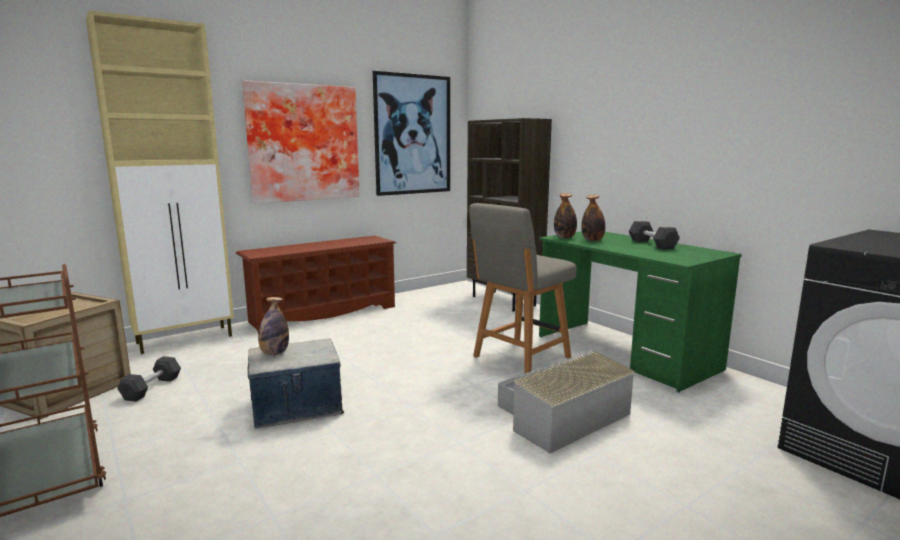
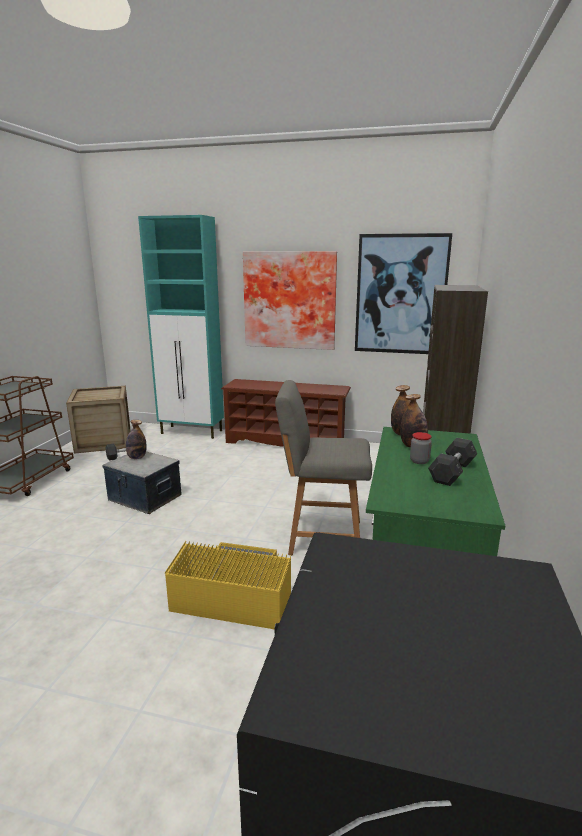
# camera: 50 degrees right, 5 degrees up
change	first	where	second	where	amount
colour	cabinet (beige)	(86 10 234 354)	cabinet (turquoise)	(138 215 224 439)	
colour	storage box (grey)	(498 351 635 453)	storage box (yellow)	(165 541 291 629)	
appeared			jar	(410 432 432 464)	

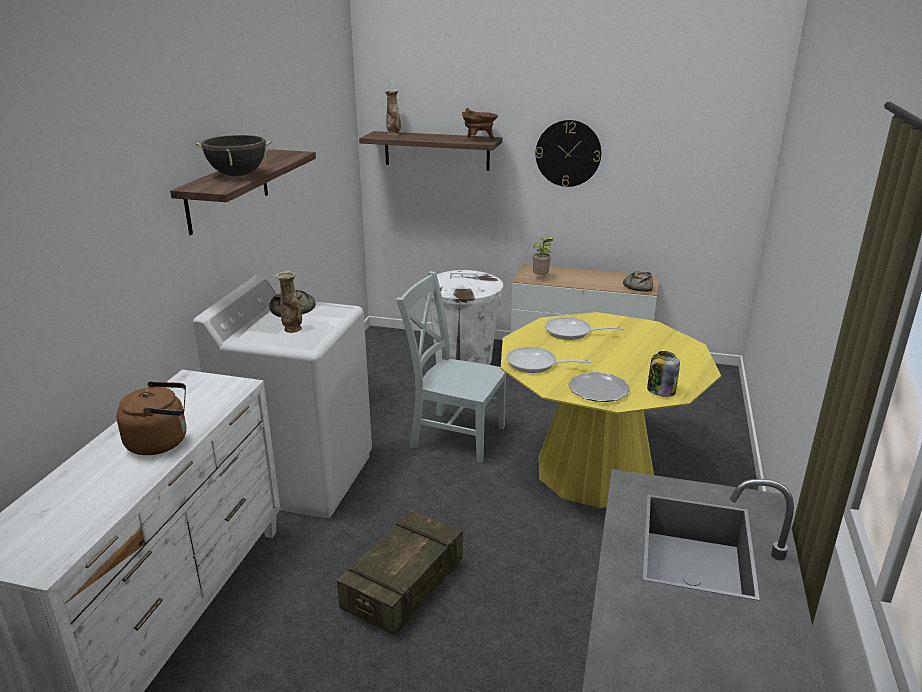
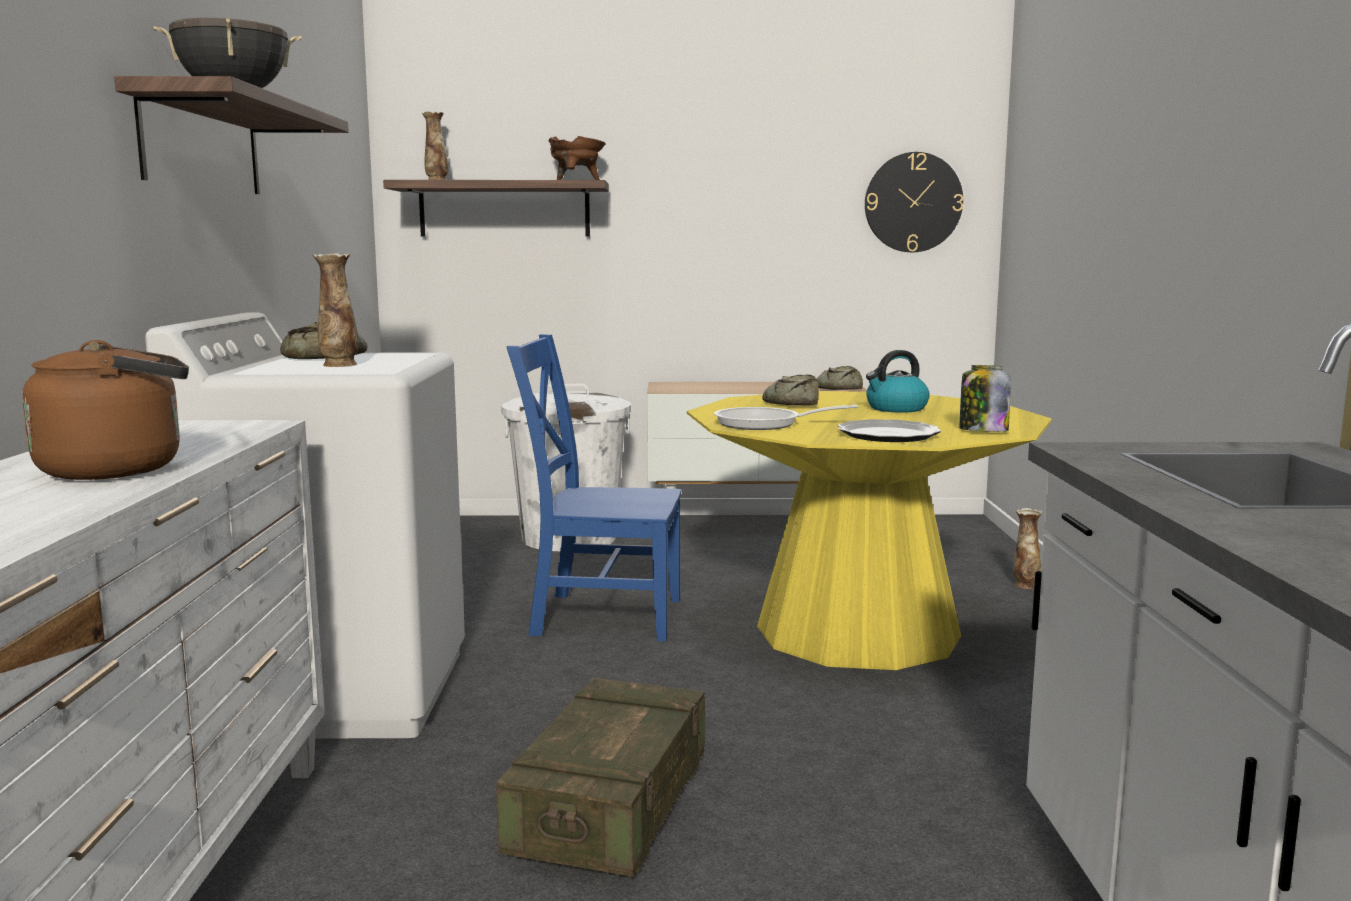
# camera: 15 degrees left, 15 degrees down
change	first	where	second	where	amount
colour	chair (grey)	(396 271 506 463)	chair (blue)	(506 334 681 641)	
missing	potted plant	(532 237 553 276)			
relocated	wall clock	(536 120 601 187)		(865 152 963 252)	
exchanged	frying pan	(545 317 624 340)	bread	(762 375 819 405)	
appeared			kettle	(866 350 930 413)	
appeared			vase	(1013 508 1043 589)	

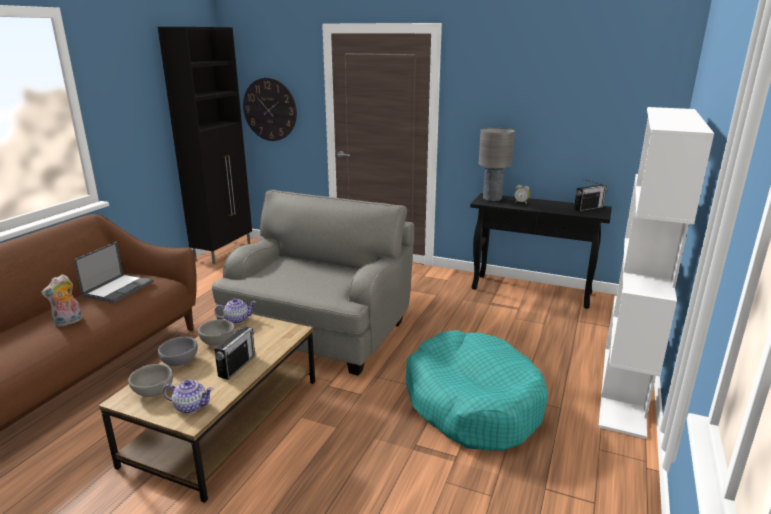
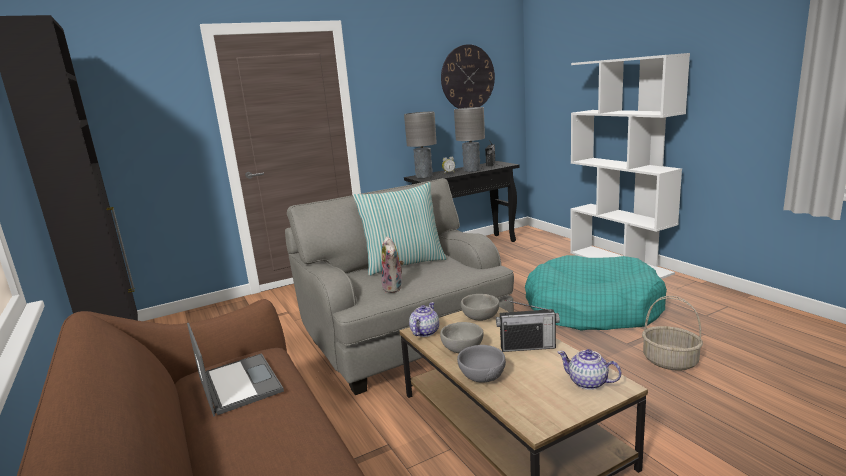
# camera: 50 degrees left, 5 degrees down
change	first	where	second	where	amount
relocated	plush toy	(41 274 82 327)		(382 236 404 293)	
relocated	bowl (grey)	(128 364 173 397)		(461 294 499 321)	
spun	teapot	(163 380 213 414)		(557 349 621 390)	105 degrees counterclockwise
spun	radio	(214 327 255 380)		(496 300 560 352)	120 degrees clockwise
relocated	wall clock	(243 78 297 141)		(441 44 495 108)	
appeared			pillow	(353 182 447 276)	
appeared			table lamp (grey)	(454 107 485 172)	
appeared			basket	(642 296 703 371)	

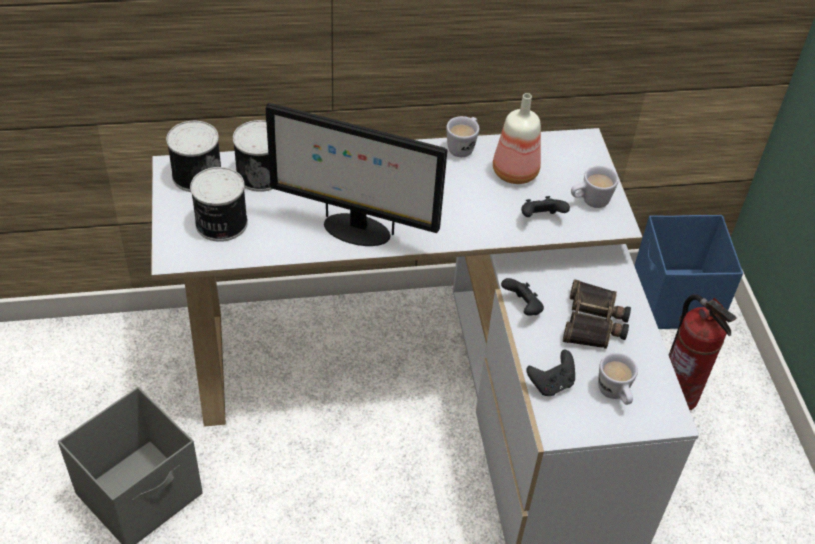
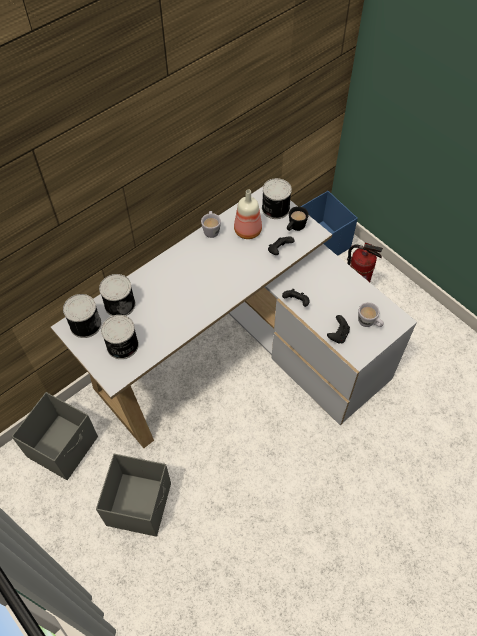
# camera: 30 degrees left, 10 degrees up
change	first	where	second	where	amount
missing	monitor	(266 103 447 246)			
missing	binoculars	(563 279 631 349)			
colour	mug (white)	(571 166 619 208)	mug (black)	(287 206 309 231)	
appeared			storage box (grey)	(12 392 98 480)	
appeared			can	(262 178 292 219)	

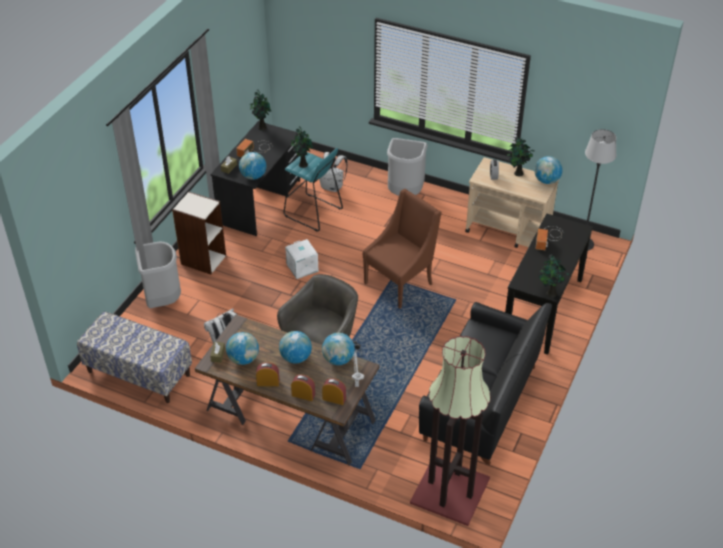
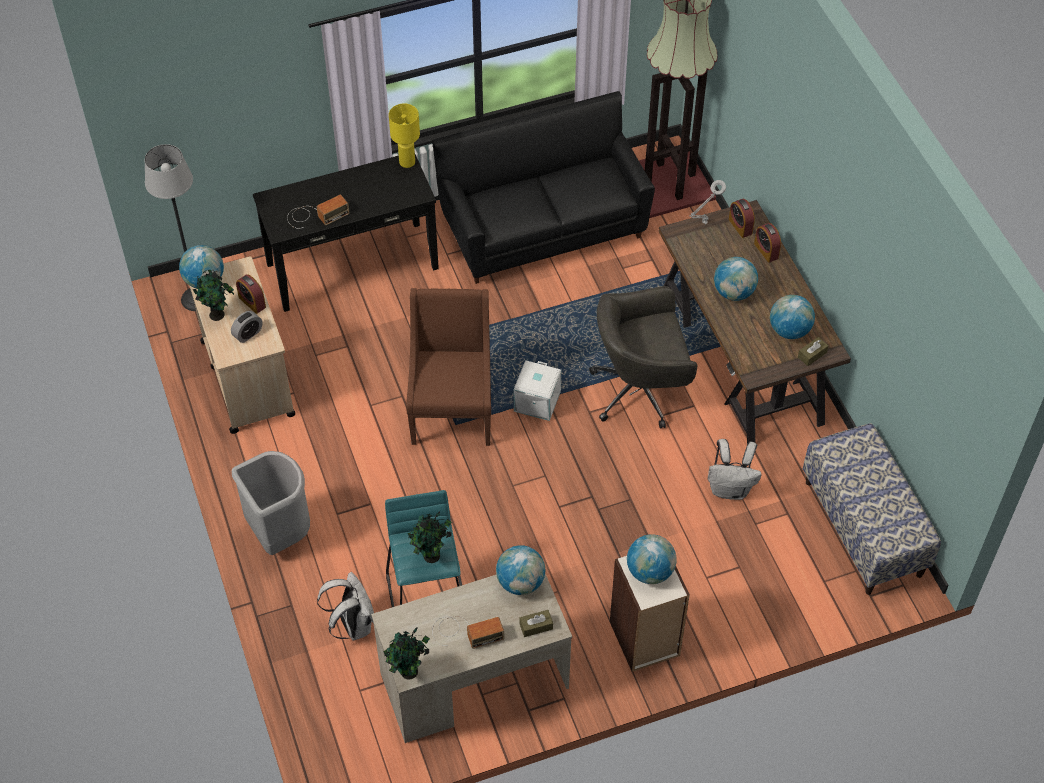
# camera: 135 degrees left, 10 degrees up
change	first	where	second	where	amount
missing	trash can (grey)	(135 241 181 308)			
colour	desk (black)	(211 121 300 236)	desk (beige)	(371 574 572 743)	
relocated	alarm clock	(256 362 279 386)		(236 274 266 314)	
relocated	storage box (white)	(285 239 319 279)		(514 360 561 421)	
relocated	globe	(322 333 355 365)		(627 534 676 584)	
spun	armchair (brown)	(363 189 441 309)		(406 288 491 446)	90 degrees clockwise
exchanged	potted plant	(539 254 570 298)	table lamp (yellow)	(389 103 420 168)	

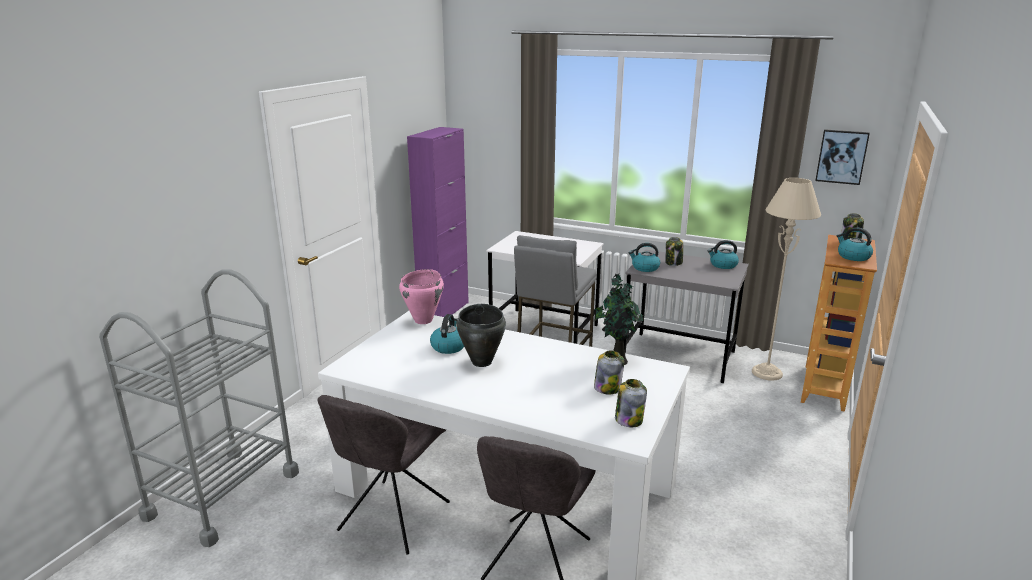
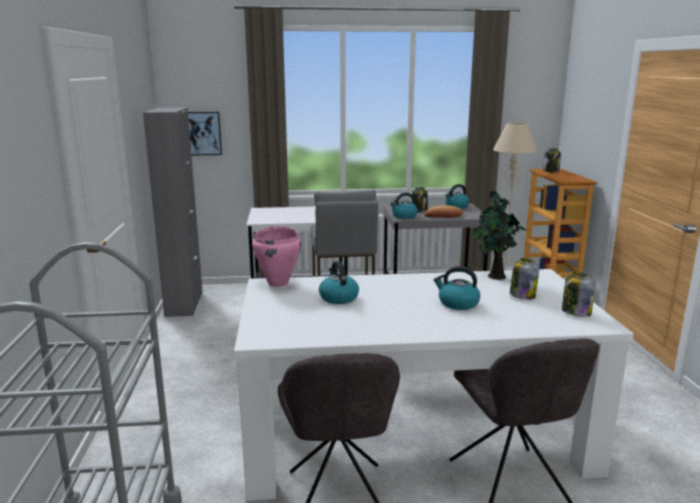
# camera: 30 degrees left, 5 degrees down
change	first	where	second	where	amount
colour	cabinet (purple)	(407 127 469 317)	cabinet (grey)	(143 108 203 317)	
missing	cooking pot (black)	(456 304 506 367)			
relocated	picture	(815 129 870 185)		(188 112 222 155)	
relocated	kettle	(837 227 873 261)		(433 266 480 310)	
appeared			bread	(425 205 463 218)	

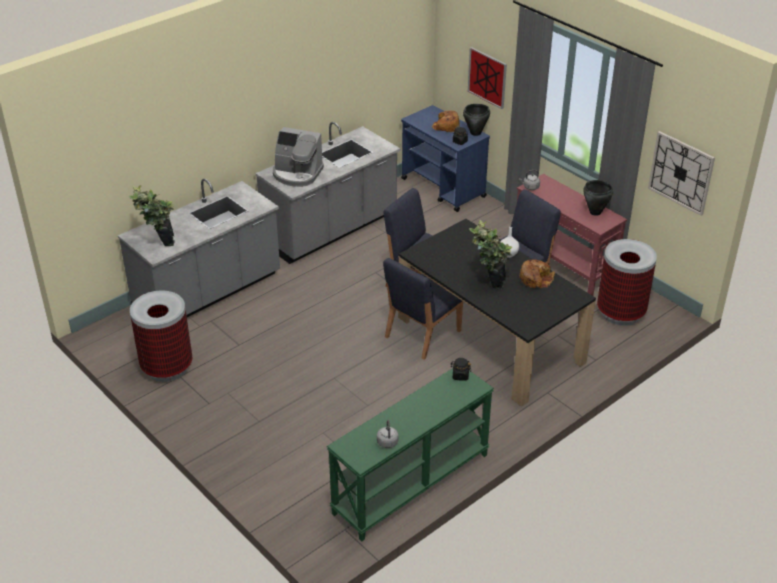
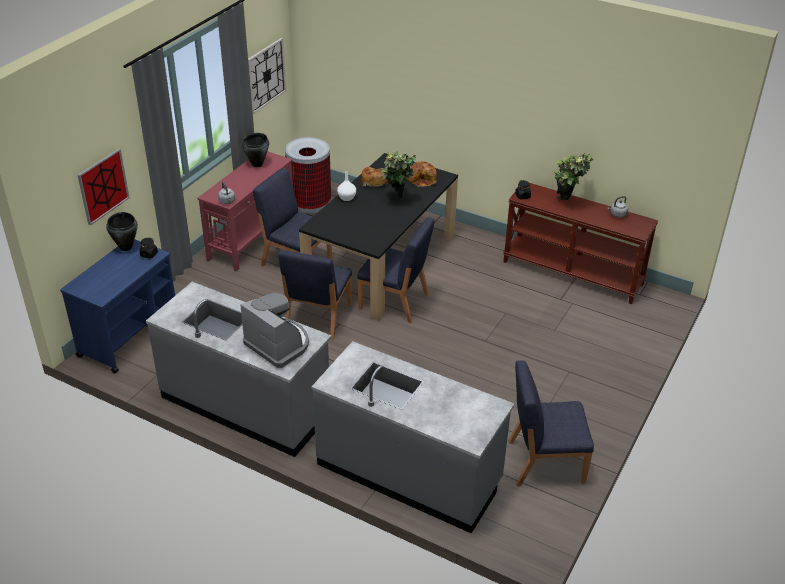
# camera: 110 degrees left, 0 degrees up
change	first	where	second	where	amount
relocated	potted plant	(128 185 175 246)		(554 153 593 200)	
exchanged	trash can	(130 291 192 382)	chair (blue)	(509 361 594 486)	
spun	coffee machine	(273 127 324 187)		(240 293 309 368)	45 degrees counterclockwise
colour	console table (green)	(327 368 494 542)	console table (brown)	(503 183 658 304)	
relocated	bread	(432 111 460 132)		(408 161 437 187)	

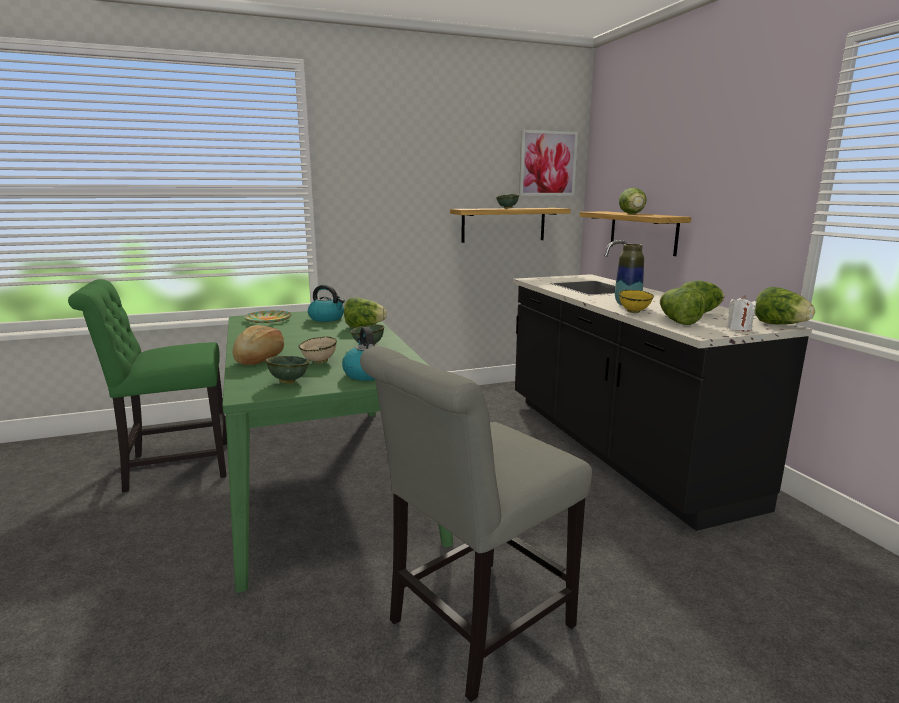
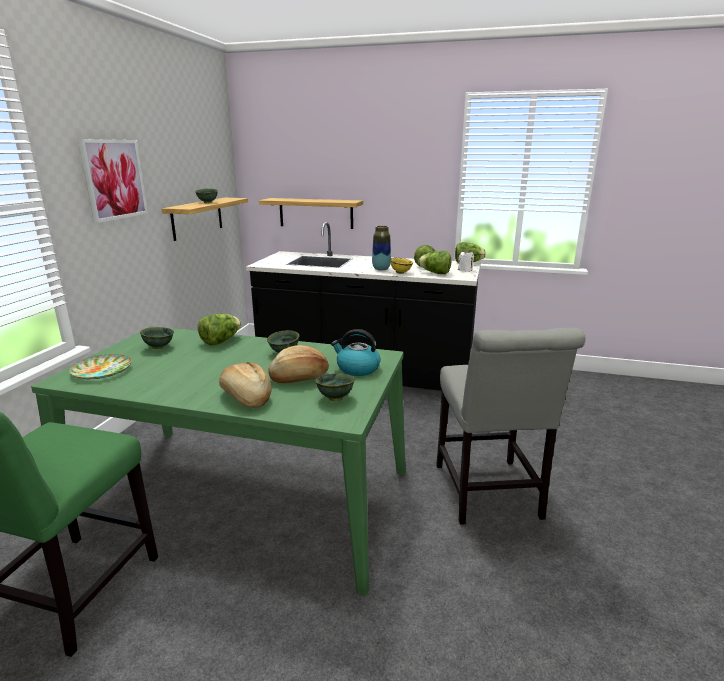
# camera: 55 degrees left, 5 degrees up
change	first	where	second	where	amount
exchanged	bowl (beige)	(298 336 337 364)	bread	(269 345 329 383)	
exchanged	kettle	(308 285 345 322)	bowl (green)	(140 327 174 349)	
relocated	picture	(519 130 578 196)		(78 139 148 223)	
missing	lettuce	(619 188 646 214)			

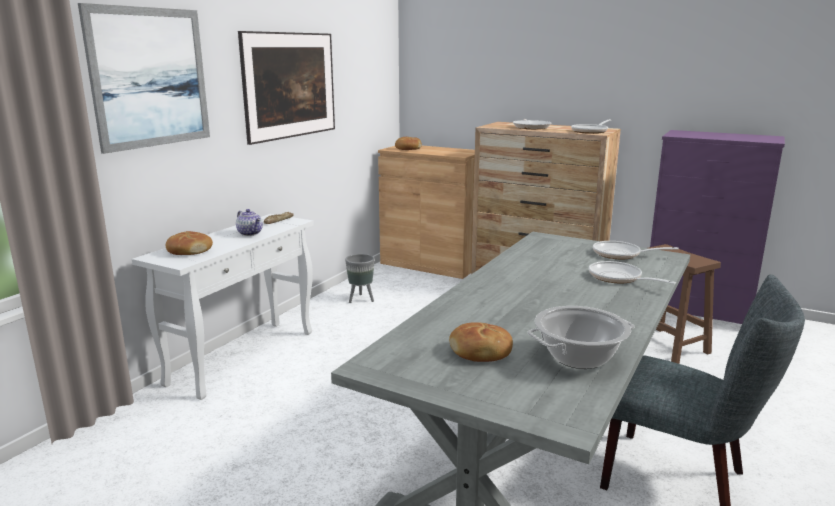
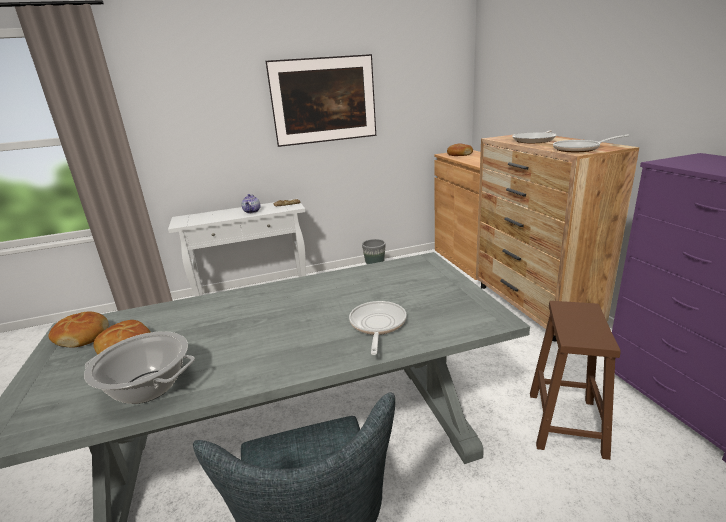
# camera: 45 degrees right, 5 degrees up
change	first	where	second	where	amount
missing	picture	(78 3 210 154)			
relocated	bread	(166 231 213 255)		(48 312 109 348)	
missing	frying pan	(593 241 678 259)			

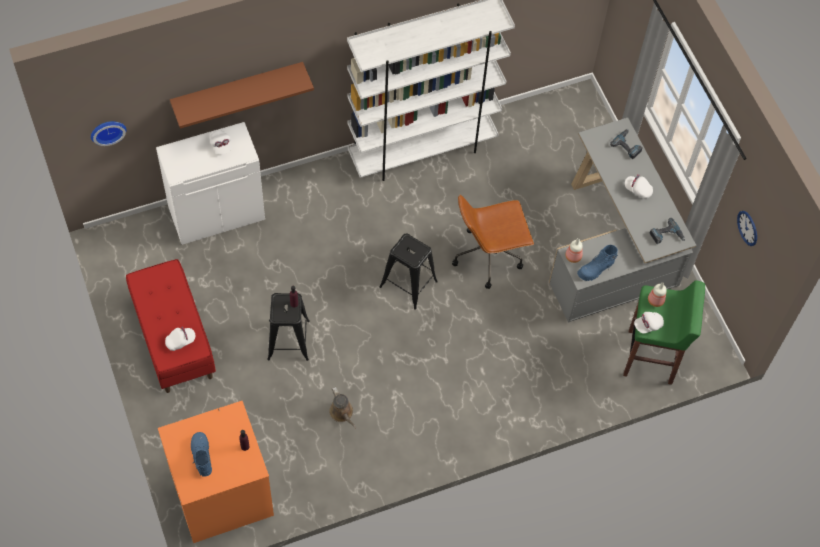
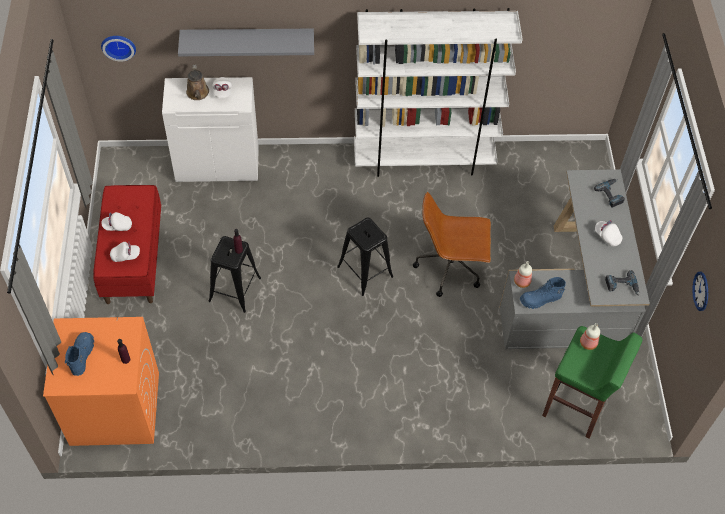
# camera: 20 degrees right, 5 degrees down
change	first	where	second	where	amount
colour	shelf (brown)	(170 62 314 129)	shelf (grey)	(178 29 314 56)	
relocated	watering can (brown)	(329 387 356 429)		(186 65 209 100)	
relocated	cap (white)	(634 312 664 334)		(101 212 132 231)	

